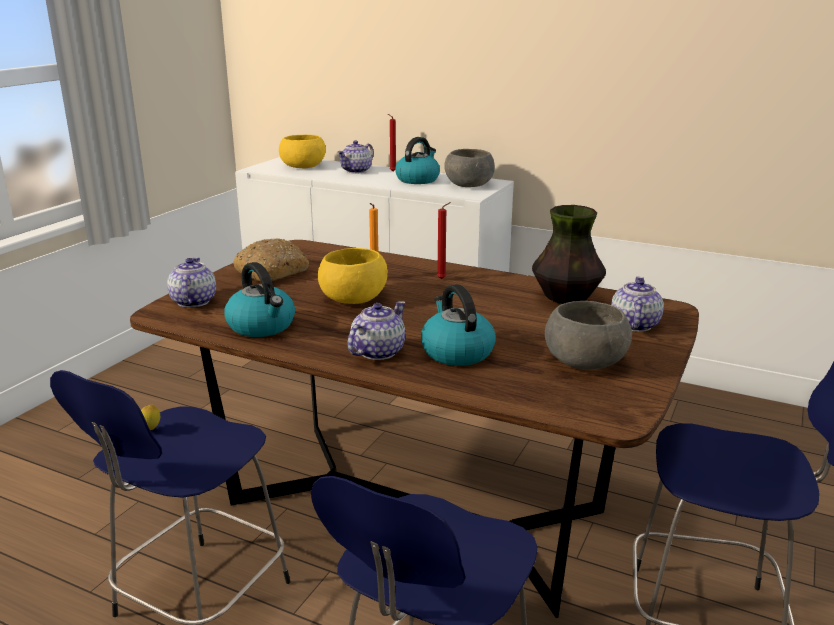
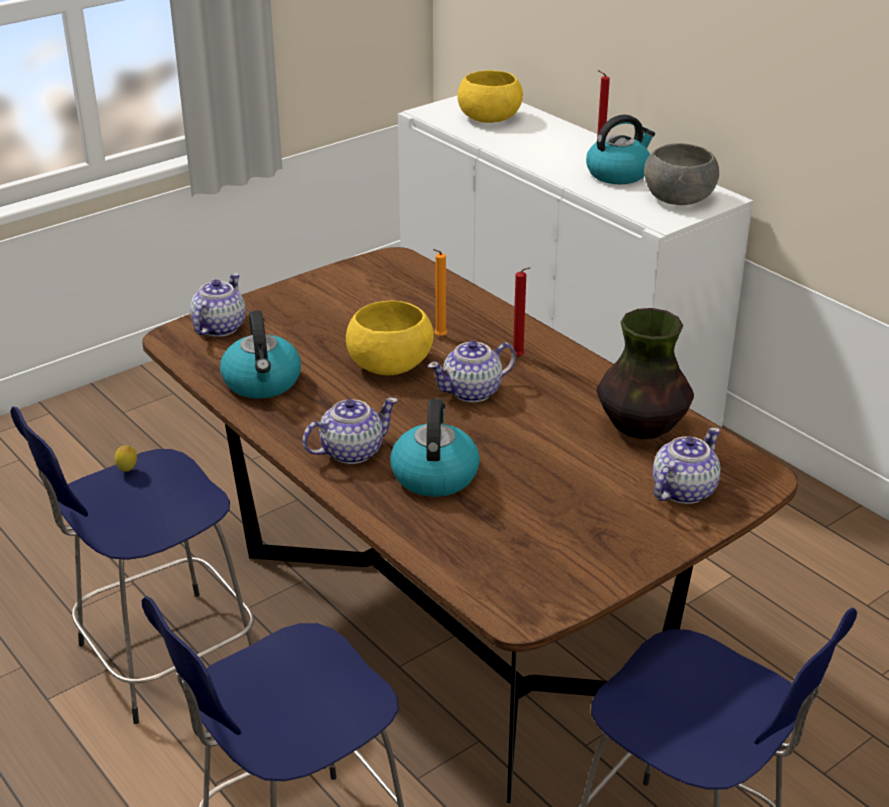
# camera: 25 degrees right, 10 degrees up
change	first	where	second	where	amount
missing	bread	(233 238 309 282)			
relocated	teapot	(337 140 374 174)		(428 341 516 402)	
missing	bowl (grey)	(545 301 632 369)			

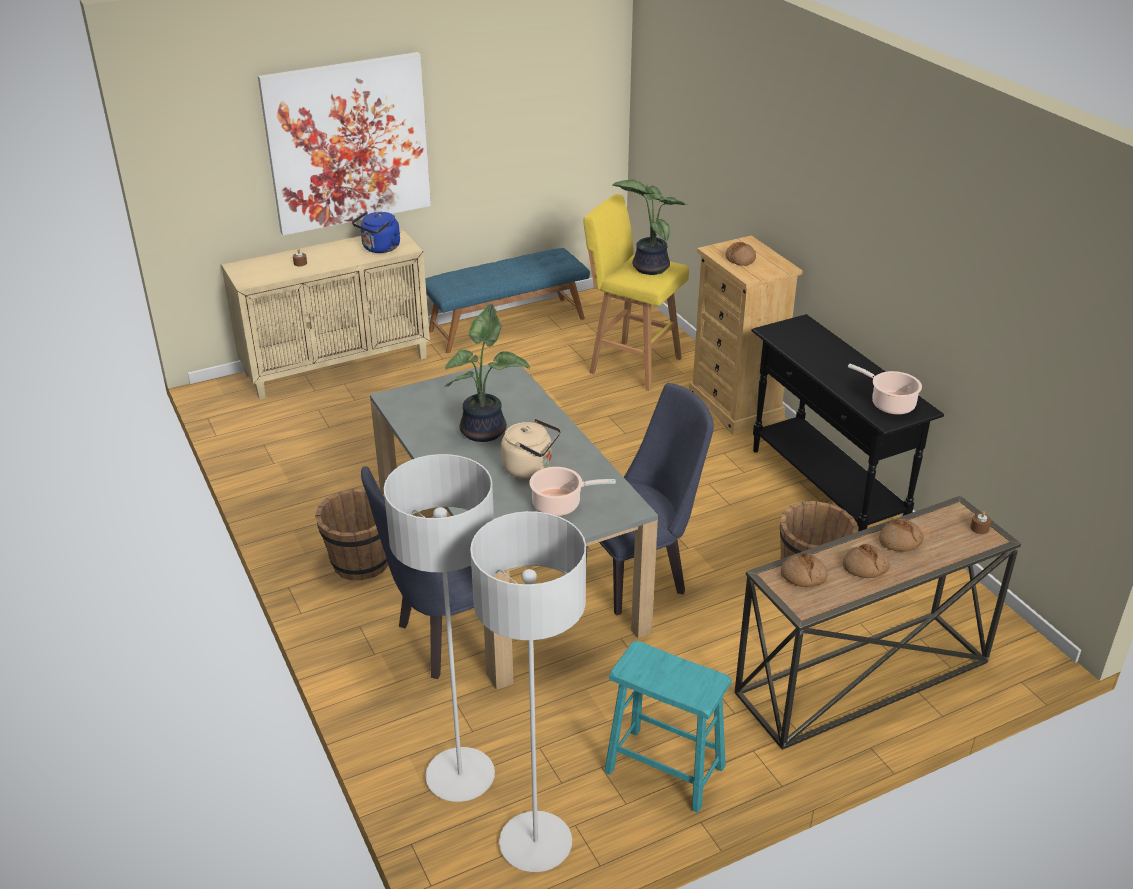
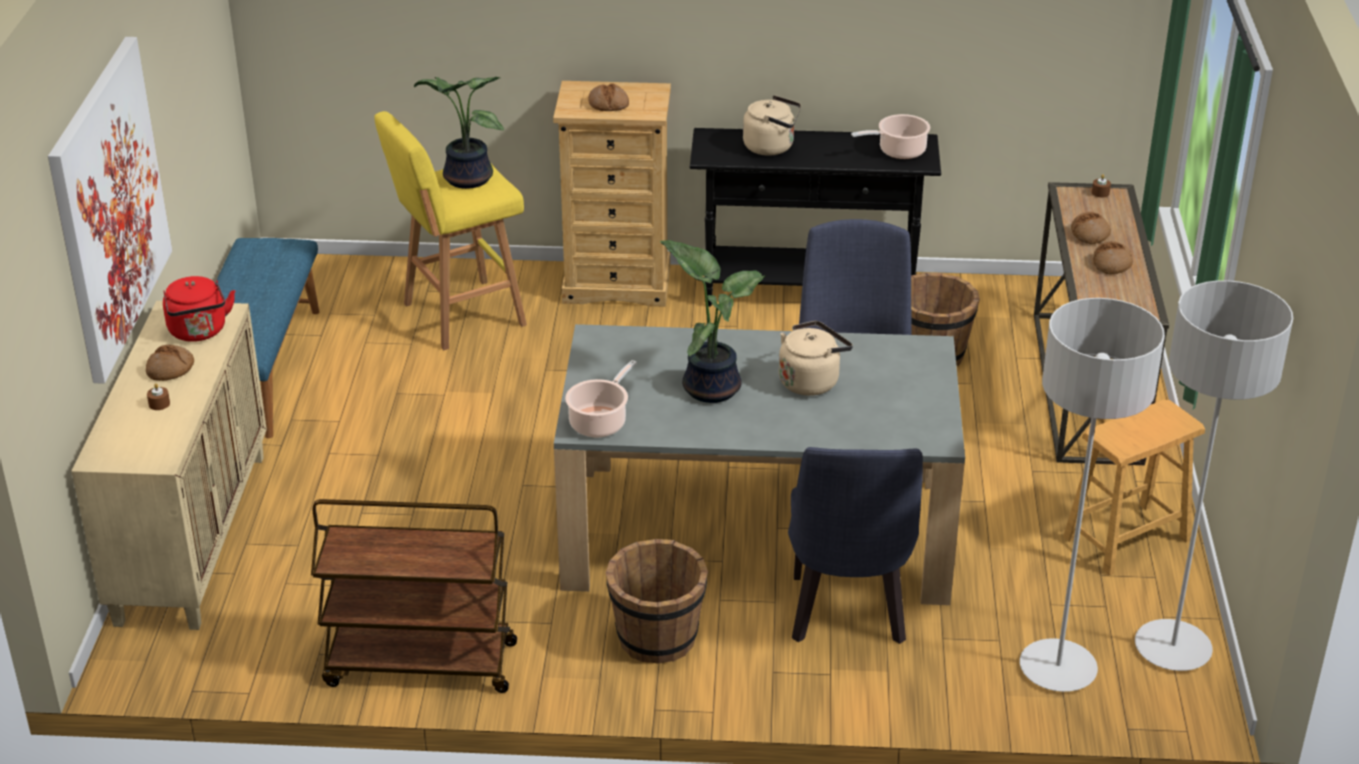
# camera: 60 degrees left, 0 degrees up
change	first	where	second	where	amount
colour	kettle (blue)	(352 211 400 253)	kettle (red)	(163 276 235 342)	
relocated	cooking pot	(529 467 616 516)		(565 360 637 438)	
colour	stool (turquoise)	(604 641 732 813)	stool (brown)	(1063 400 1205 575)	
relocated	bread	(781 553 828 587)		(146 345 194 381)	
appeared			cart (brown)	(311 499 517 693)	
appeared			kettle (beige)	(743 95 801 156)	

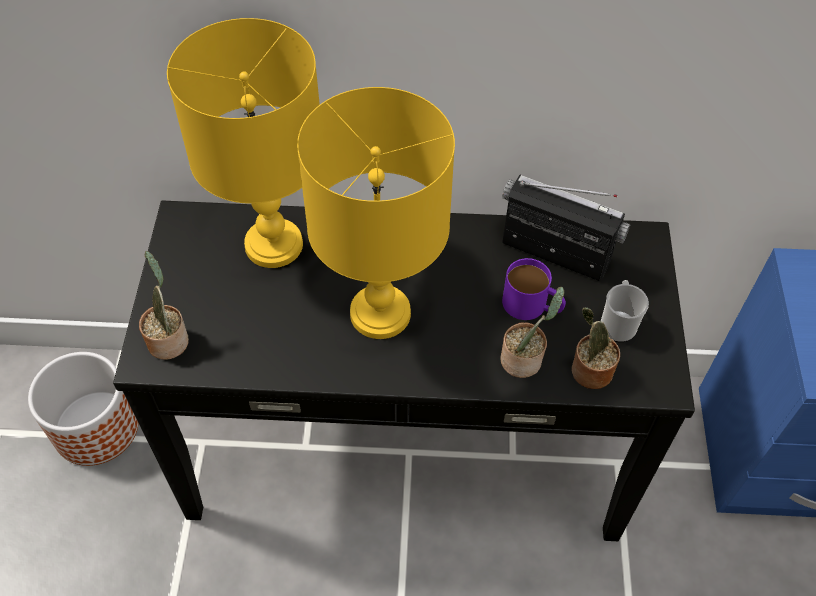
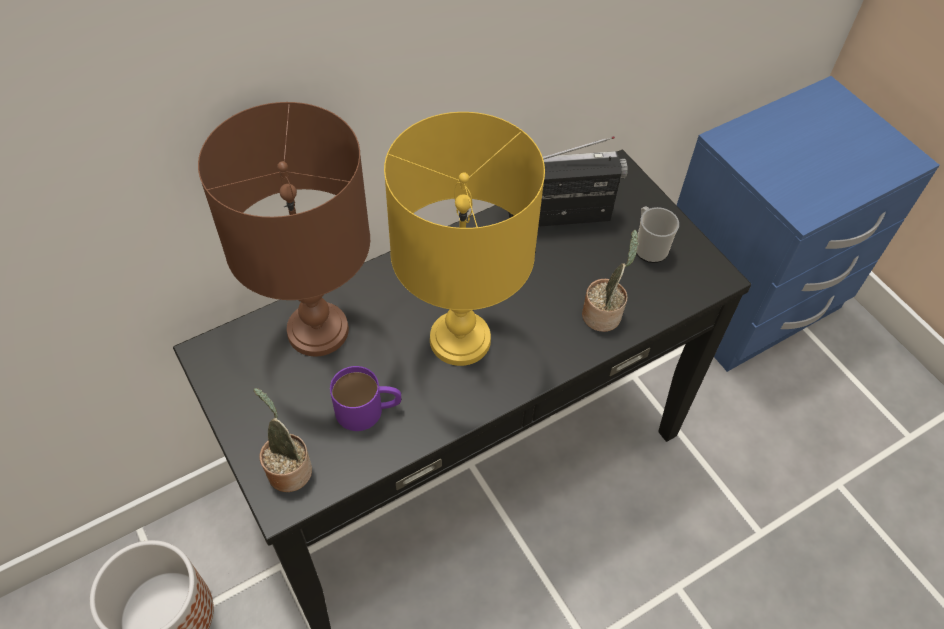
# camera: 35 degrees left, 0 degrees up
change	first	where	second	where	amount
colour	table lamp (yellow)	(167 18 320 268)	table lamp (brown)	(198 102 370 357)	
relocated	mug (purple)	(502 258 566 320)		(330 366 401 431)	
missing	potted plant	(571 308 620 389)			

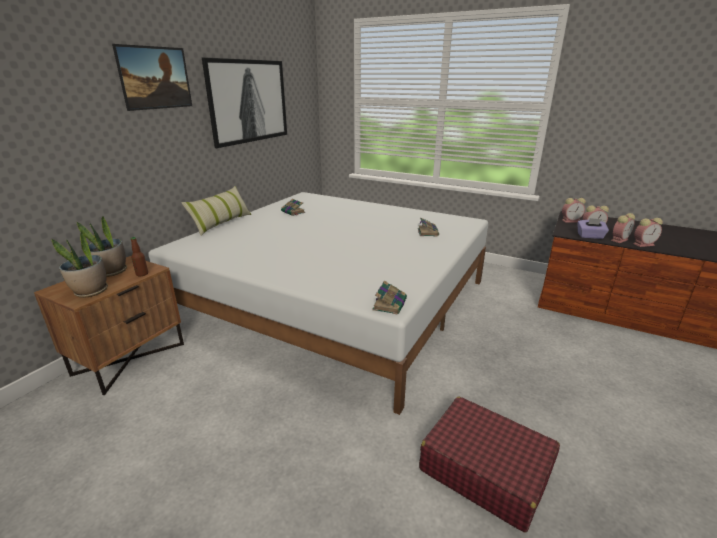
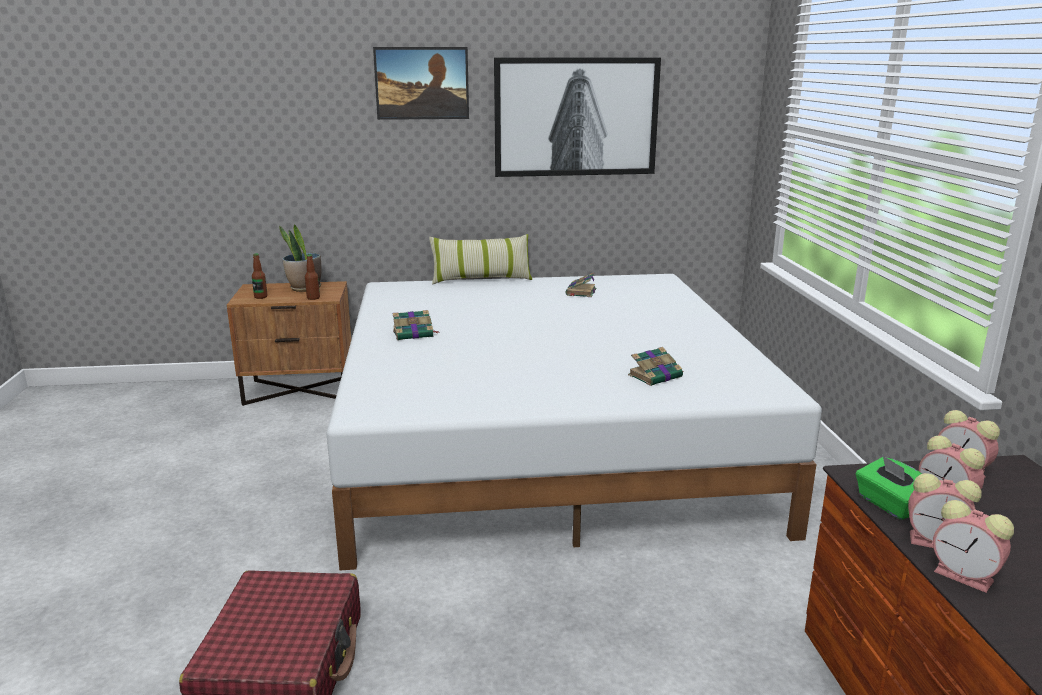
# camera: 55 degrees right, 5 degrees down
change	first	where	second	where	amount
exchanged	potted plant	(51 231 108 298)	bottle	(252 253 267 299)	
relocated	book	(372 280 407 315)		(393 310 439 340)	
colour	tissue box (purple)	(578 218 609 239)	tissue box (green)	(856 455 922 520)	

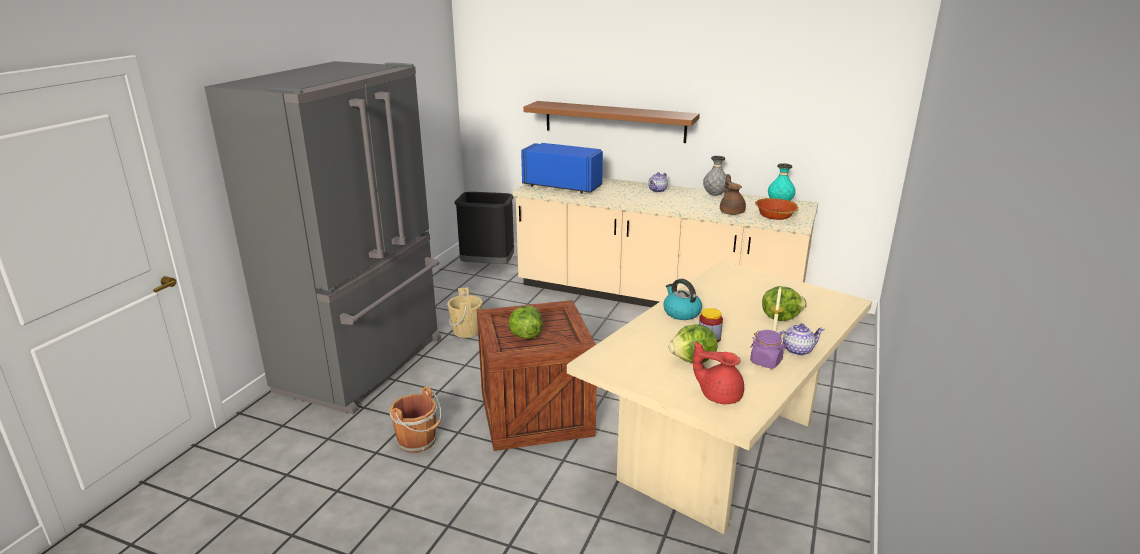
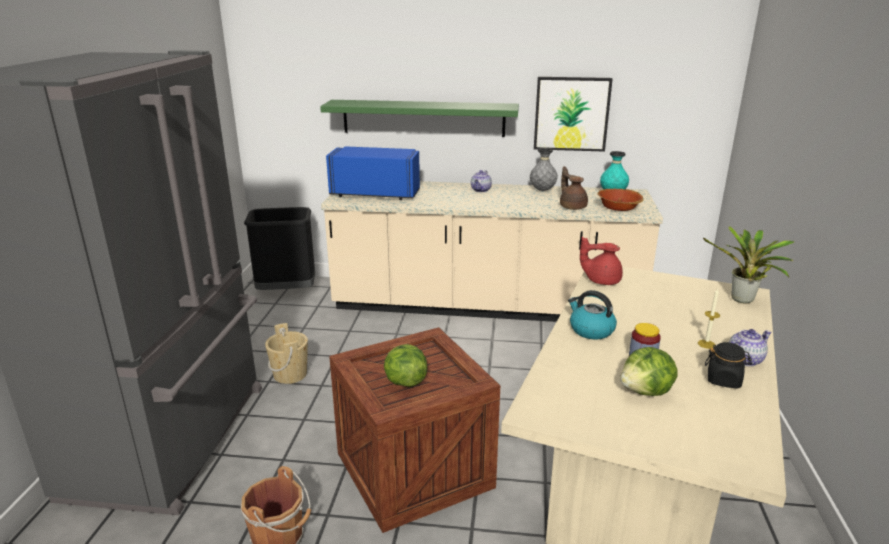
# camera: 15 degrees left, 0 degrees up
change	first	where	second	where	amount
colour	shelf (brown)	(523 101 700 143)	shelf (green)	(320 100 519 137)	
relocated	teapot (red)	(693 342 744 404)		(580 237 623 285)	
colour	jar (purple)	(750 330 787 368)	jar (black)	(705 342 752 389)	
missing	lettuce	(762 286 807 321)			
appeared			picture	(534 77 613 152)	
appeared			potted plant	(703 226 795 304)	

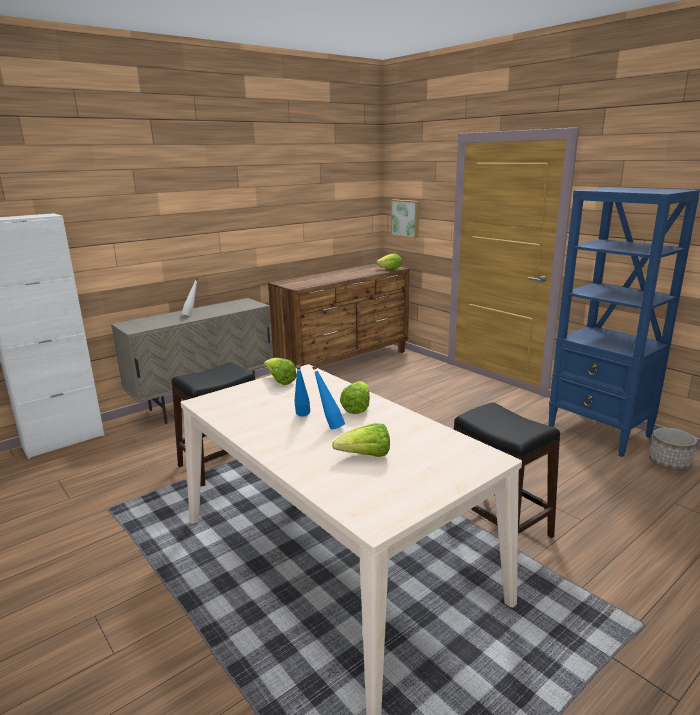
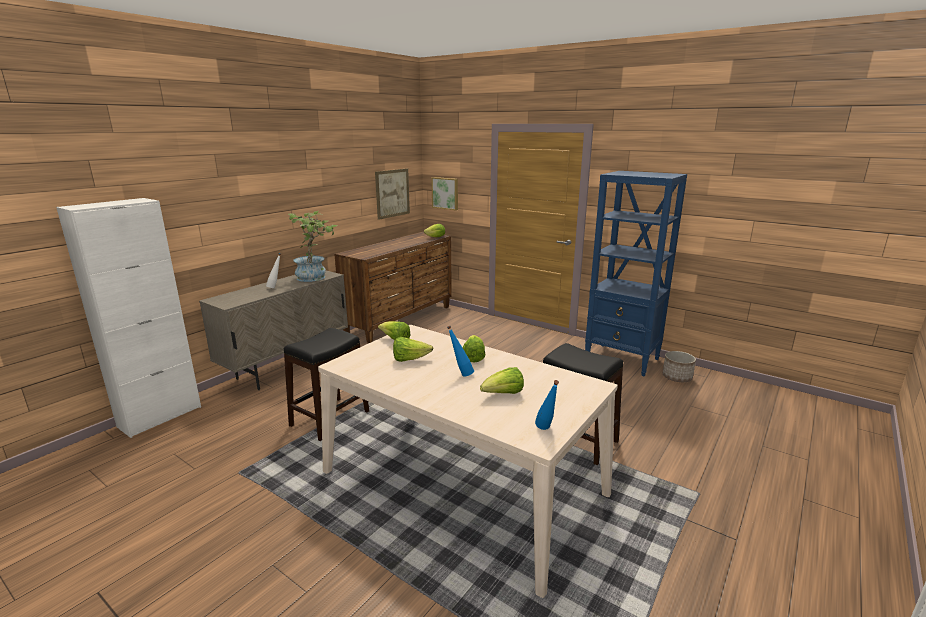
# camera: 15 degrees left, 0 degrees up
change	first	where	second	where	amount
relocated	bottle (blue)	(295 365 310 416)		(535 380 559 430)	
appeared			potted plant	(288 211 338 282)	
appeared			picture	(375 169 410 220)	
appeared			lettuce	(393 337 433 362)	

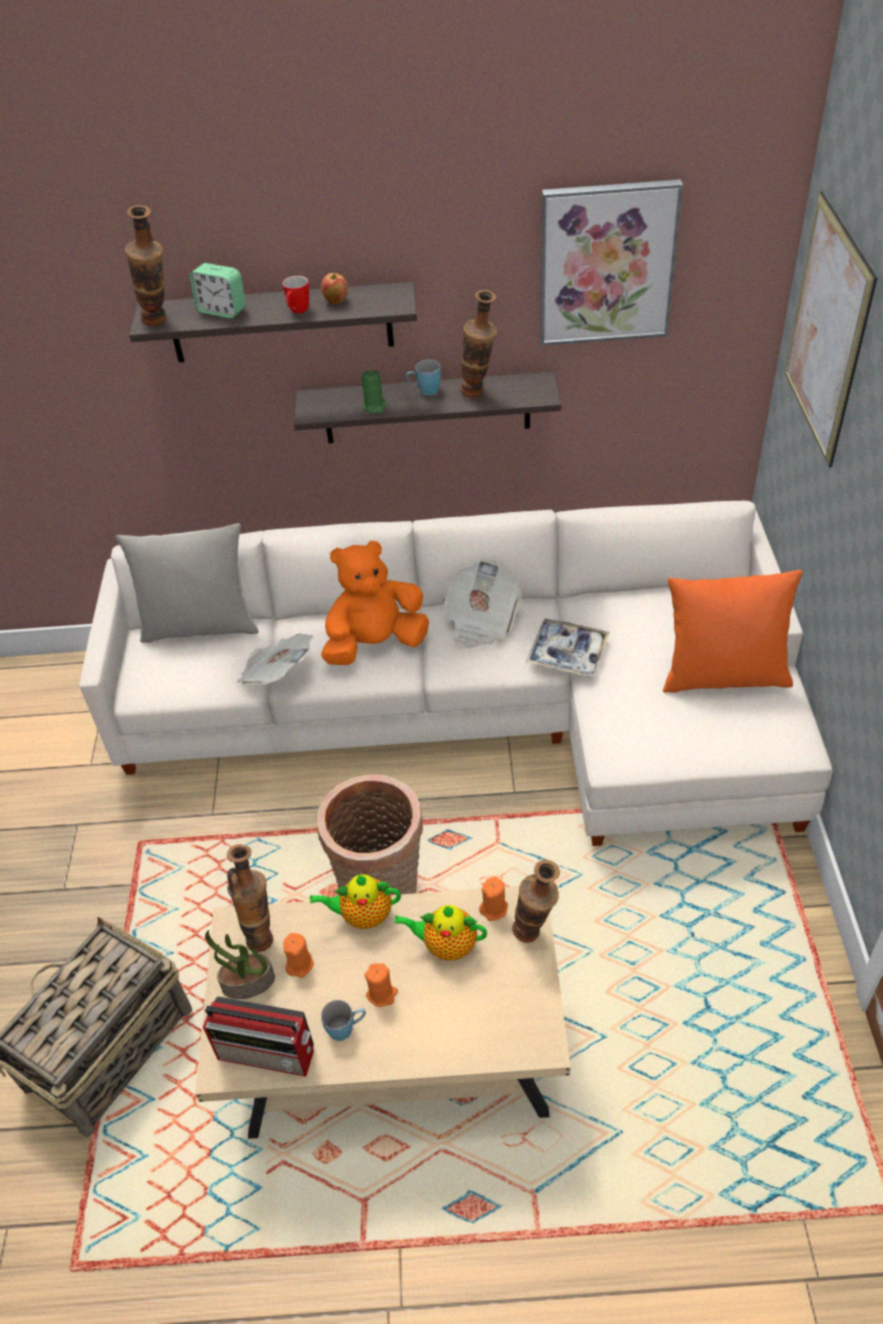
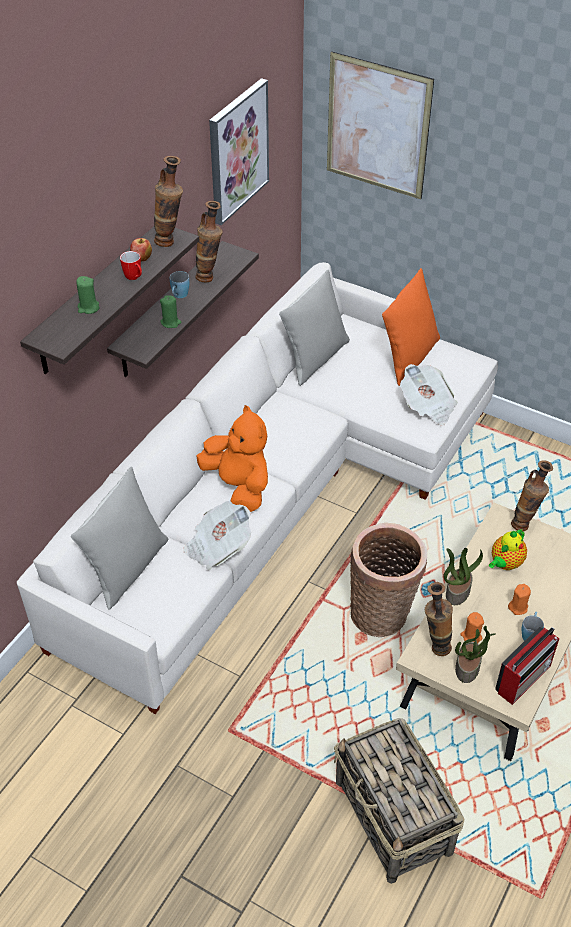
# camera: 60 degrees left, 0 degrees up
change	first	where	second	where	amount
relocated	vase	(125 205 167 326)		(154 156 183 247)	
exchanged	alarm clock	(189 263 246 318)	candle (green)	(76 276 99 314)	
exchanged	teapot	(310 874 401 929)	potted plant	(443 548 483 605)	
spun	plush toy (orange)	(321 541 429 665)		(197 405 268 512)	135 degrees clockwise
relocated	newspaper	(443 560 522 649)		(400 364 458 426)	
missing	candle (orange)	(479 877 508 921)			
missing	tray	(526 618 610 677)			
appeared			pillow (grey)	(279 269 350 386)	

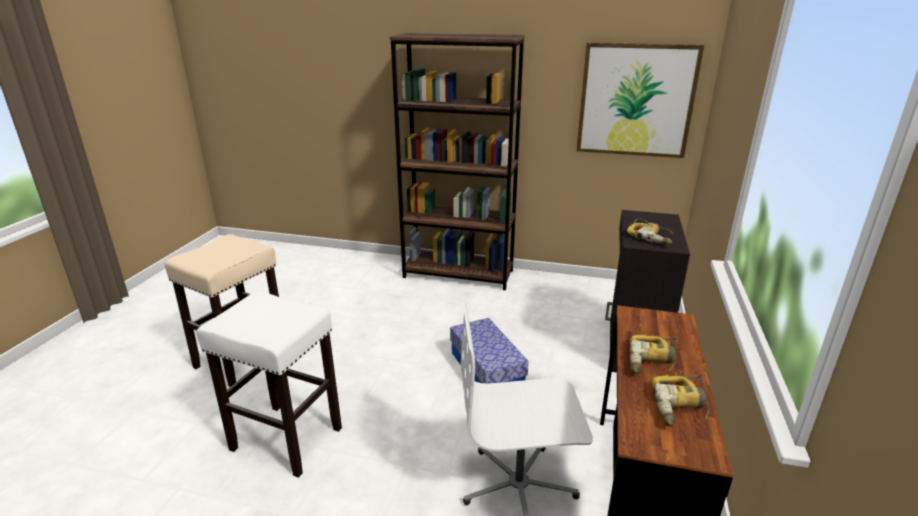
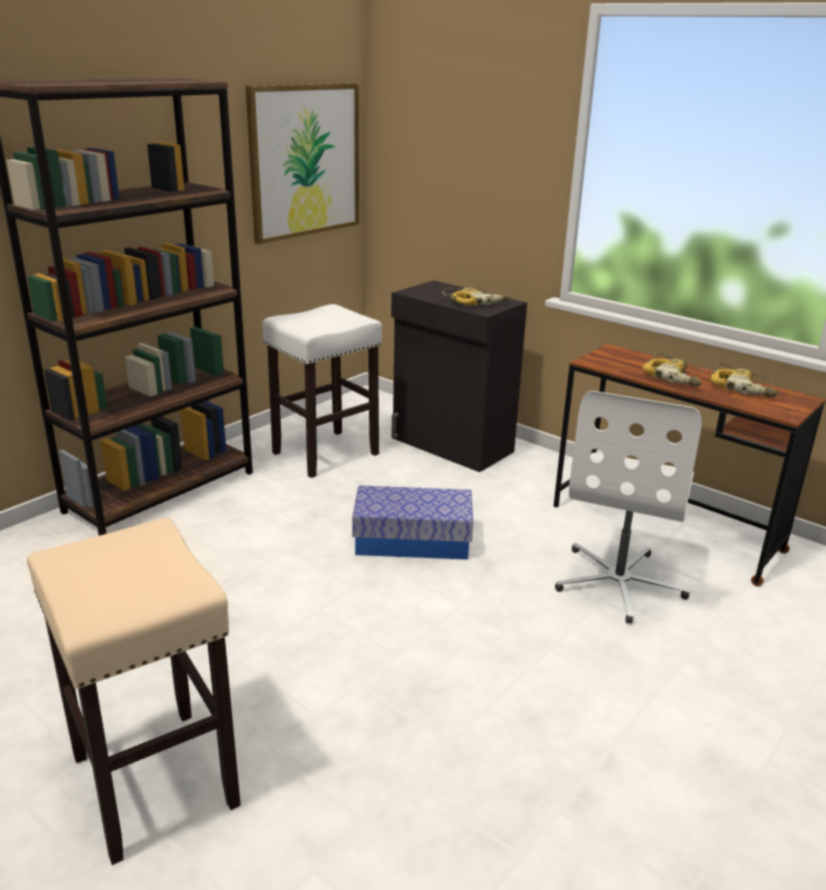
# camera: 65 degrees left, 0 degrees up
change	first	where	second	where	amount
relocated	stool (white)	(196 291 342 478)		(262 304 382 478)	

